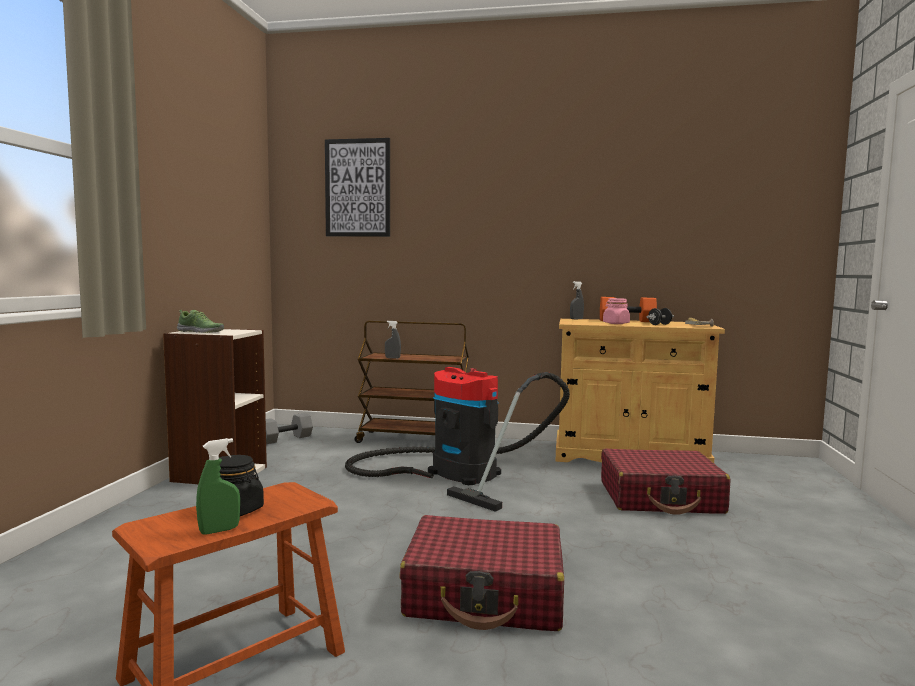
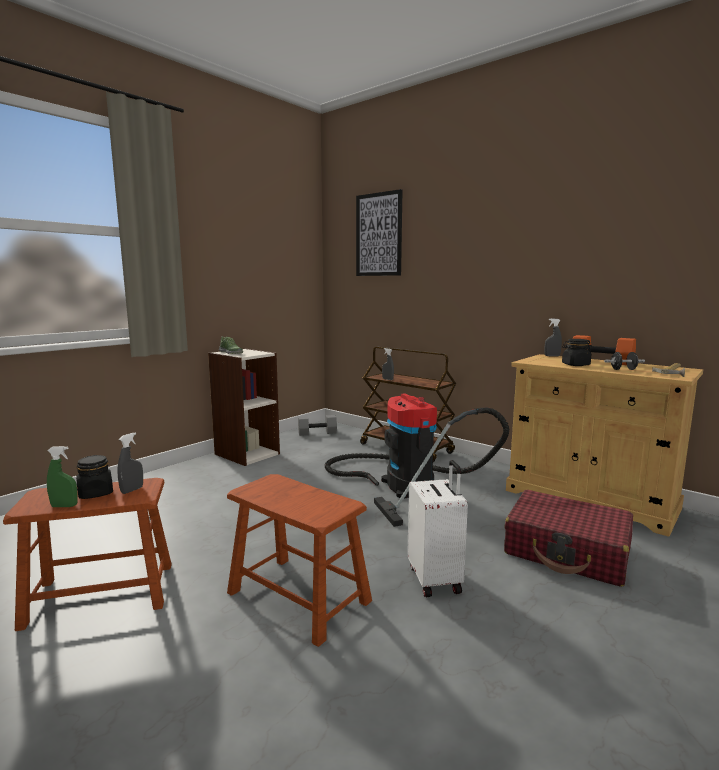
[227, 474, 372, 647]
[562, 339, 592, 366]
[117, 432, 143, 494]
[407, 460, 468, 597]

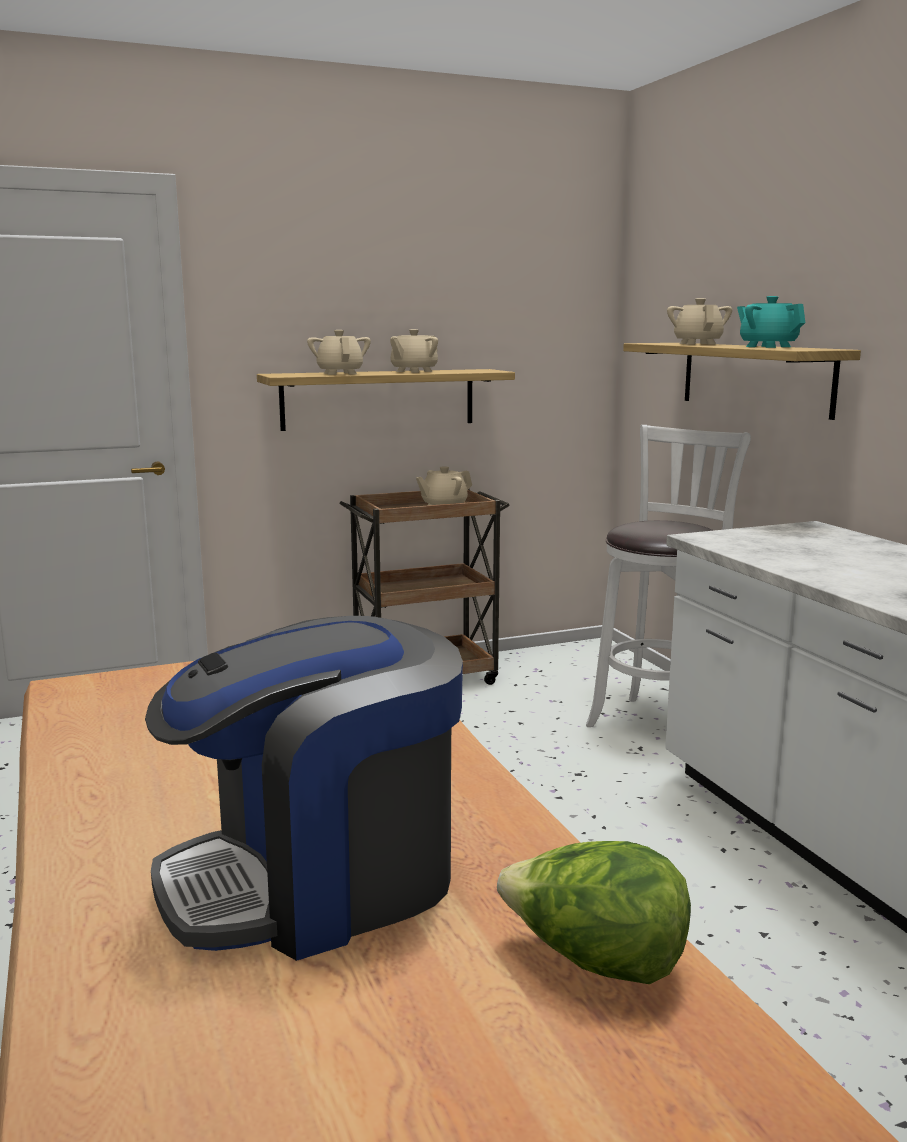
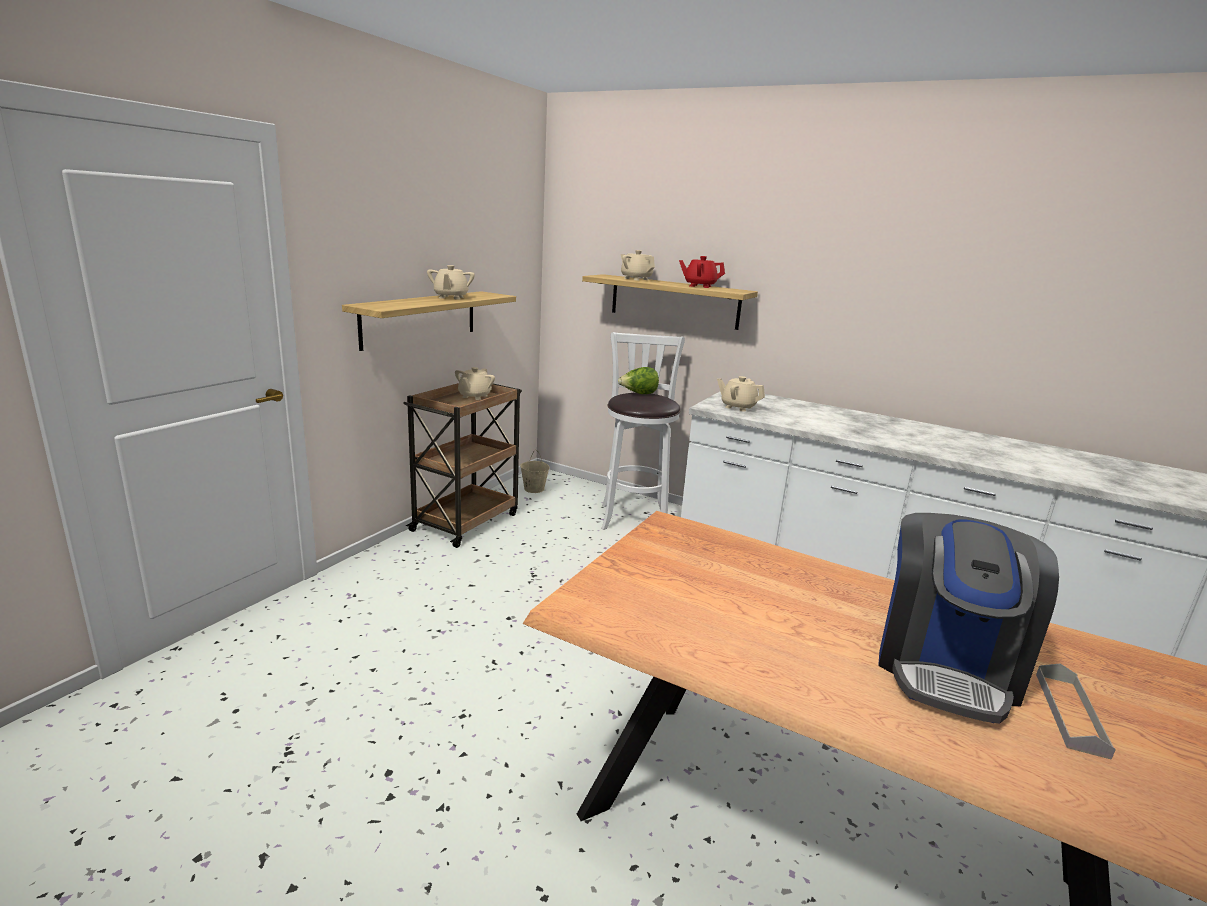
[717, 376, 765, 412]
[618, 367, 659, 394]
[679, 256, 725, 288]
[520, 450, 550, 493]
[1036, 664, 1116, 760]

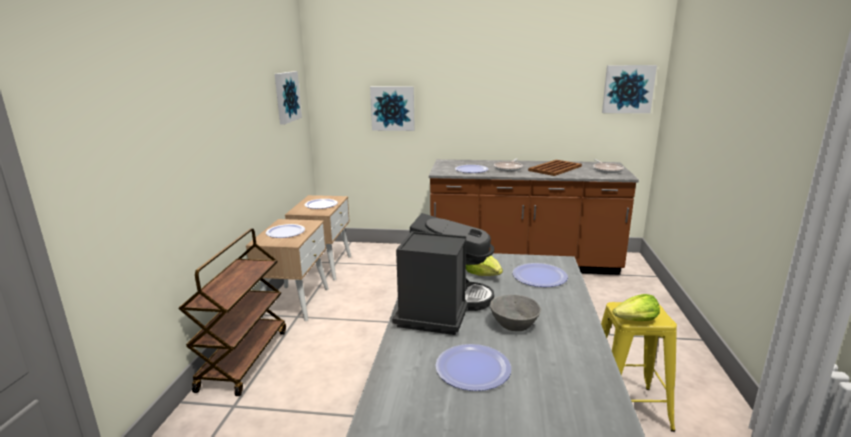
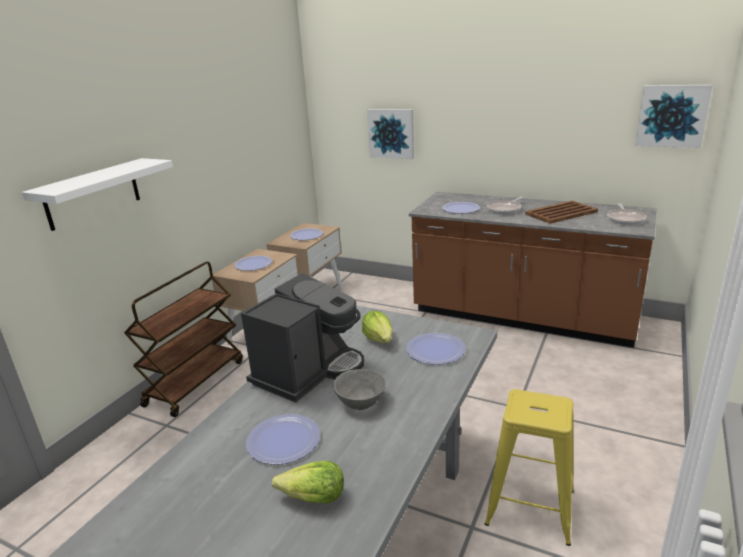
[275, 71, 302, 125] (first image)
[272, 461, 344, 504]
[22, 158, 173, 231]

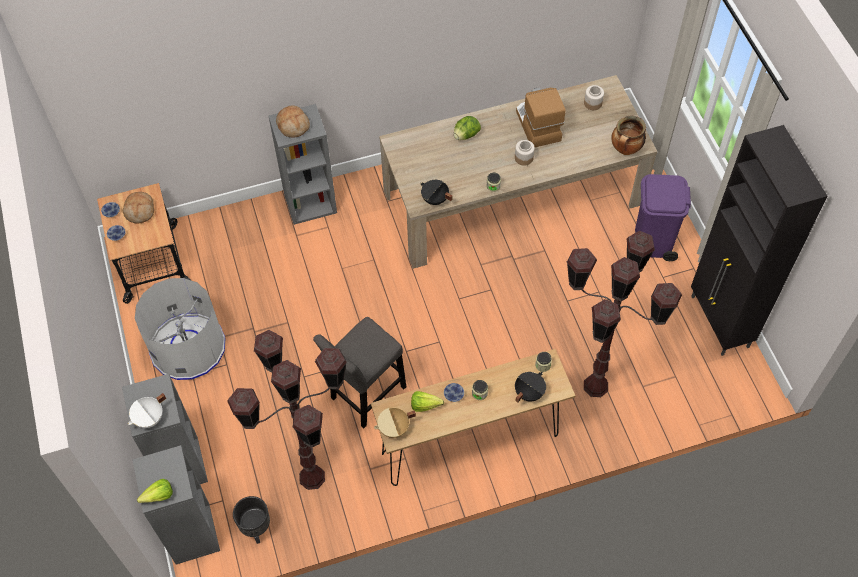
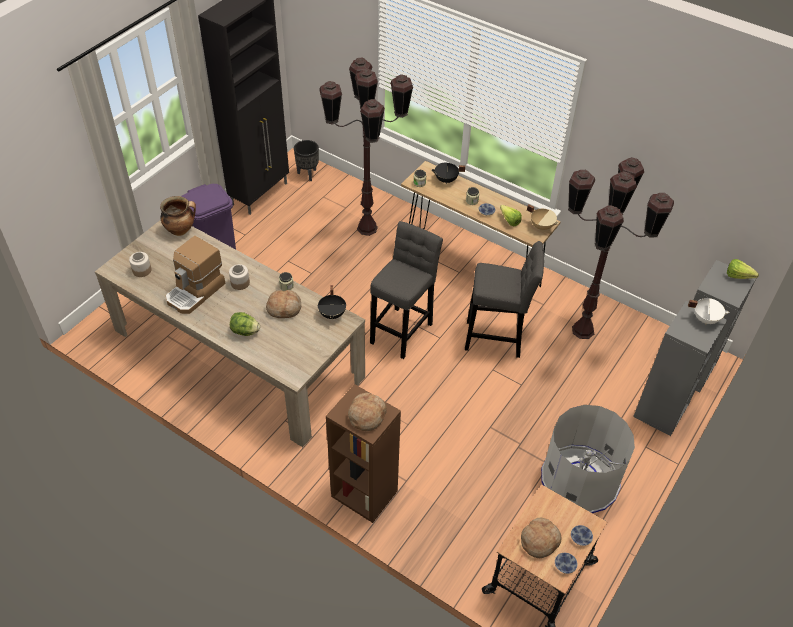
[294, 140, 319, 181]
[326, 384, 401, 523]
[266, 290, 301, 318]
[370, 221, 443, 359]

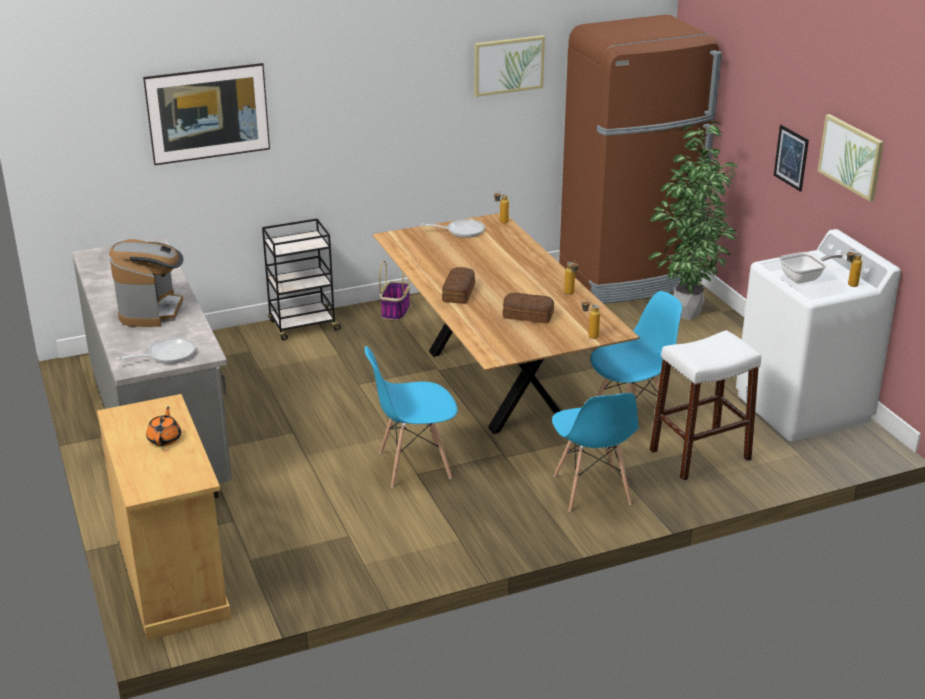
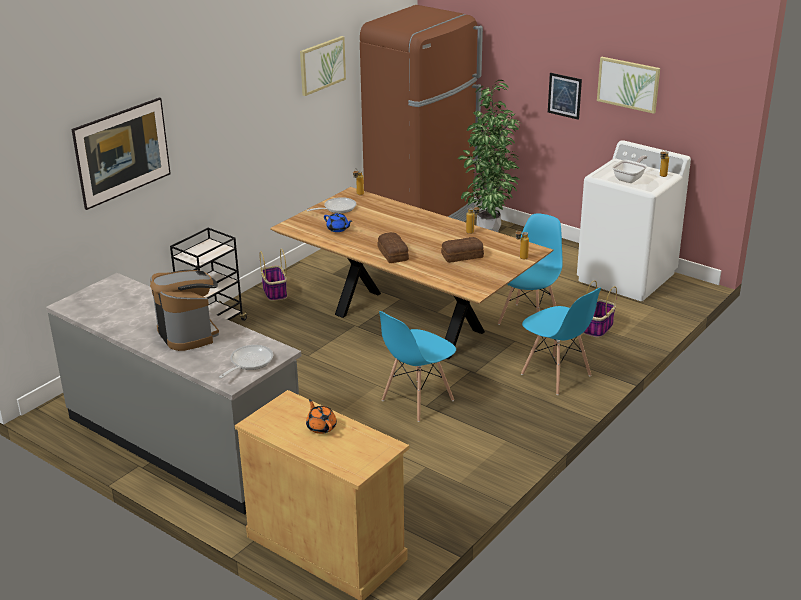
[583, 280, 617, 338]
[324, 213, 352, 232]

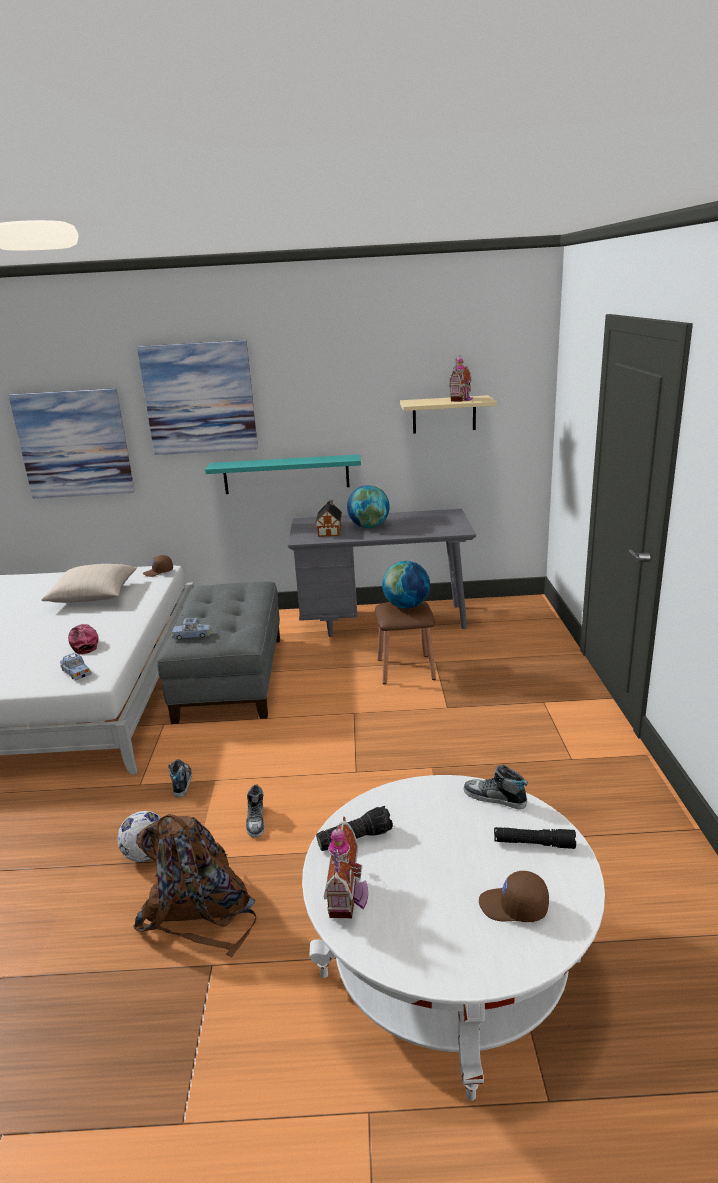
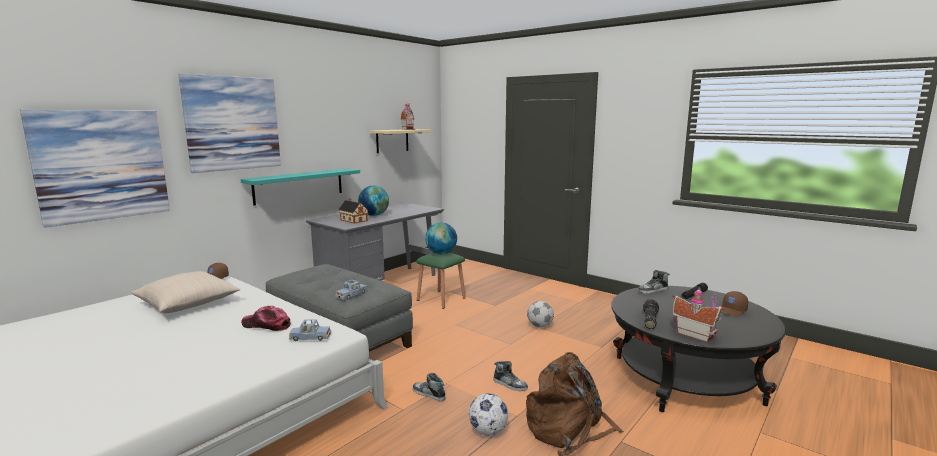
[611, 286, 786, 412]
[416, 253, 466, 309]
[527, 301, 554, 328]

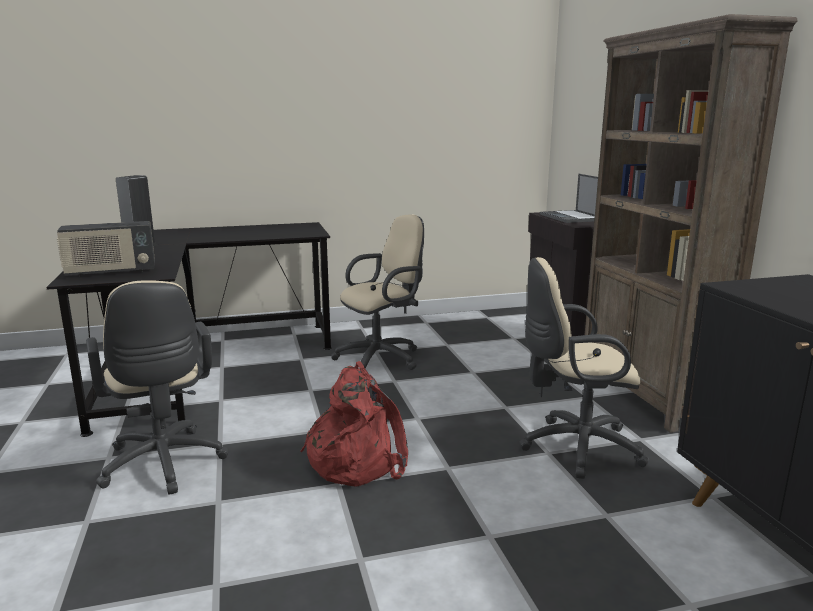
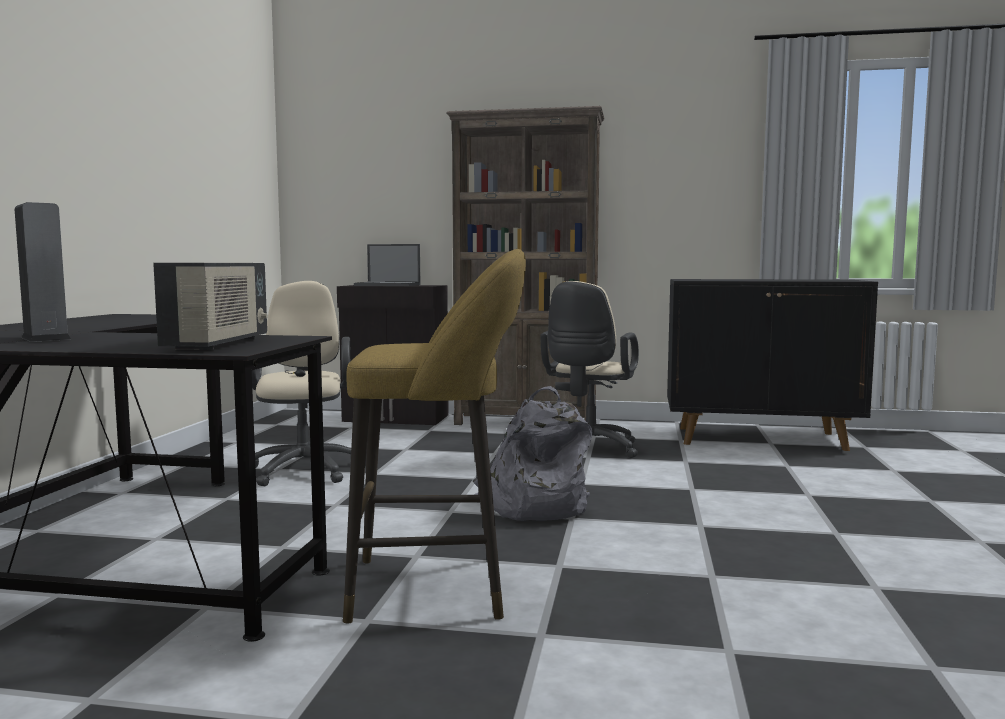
[343, 249, 526, 623]
[473, 386, 592, 521]

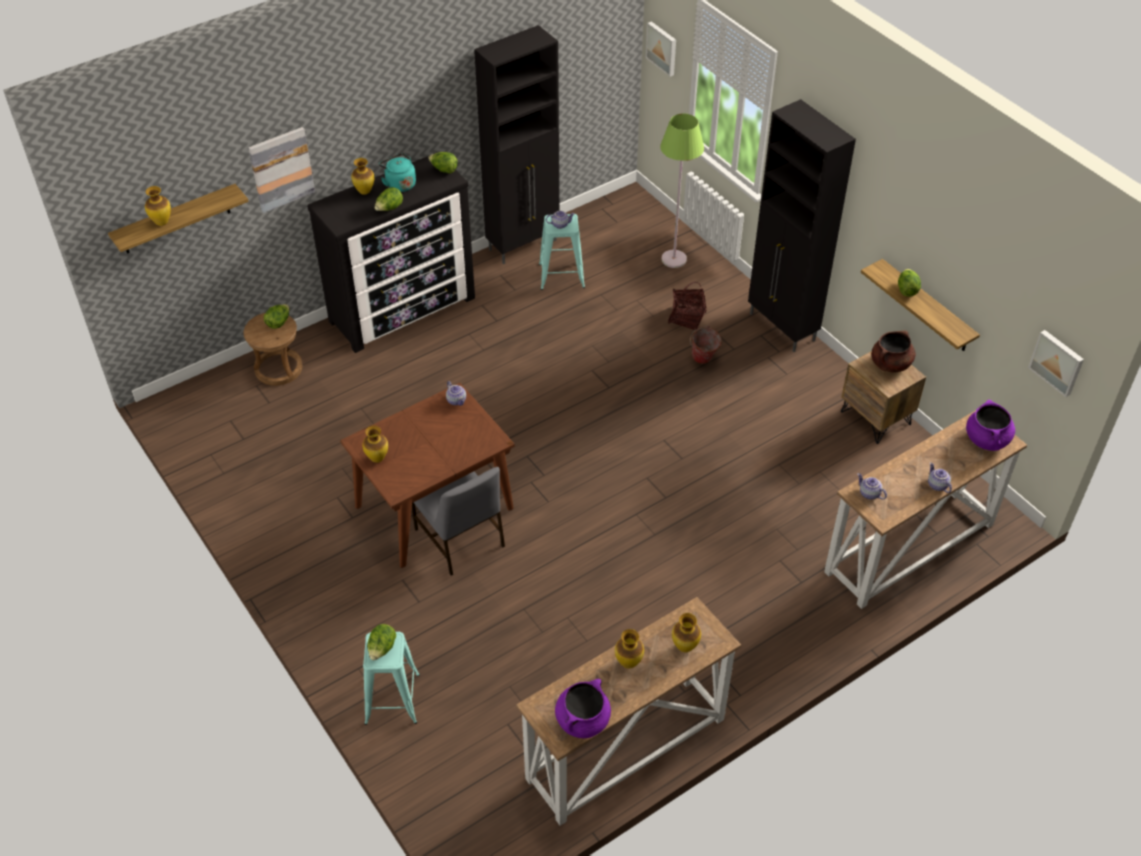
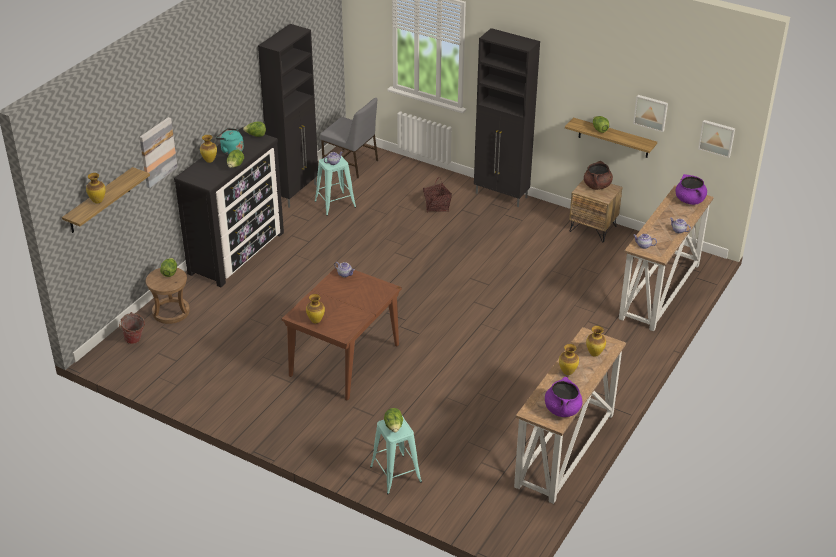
[320, 98, 378, 178]
[633, 95, 668, 132]
[660, 114, 704, 268] (first image)
[119, 312, 145, 344]

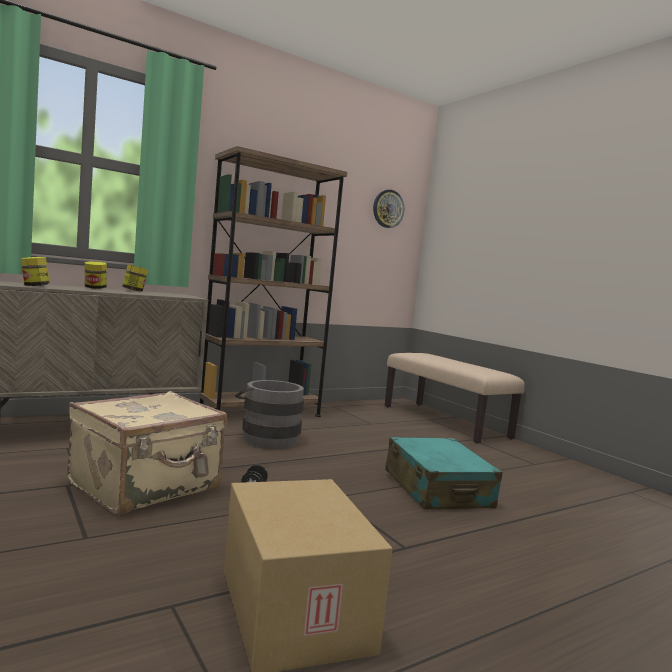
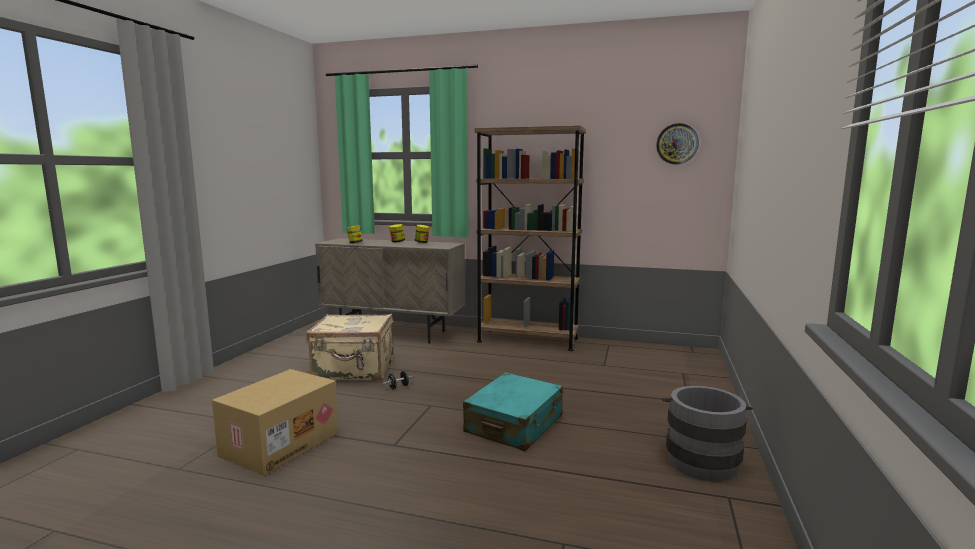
[662, 386, 752, 481]
[385, 353, 525, 444] (first image)

